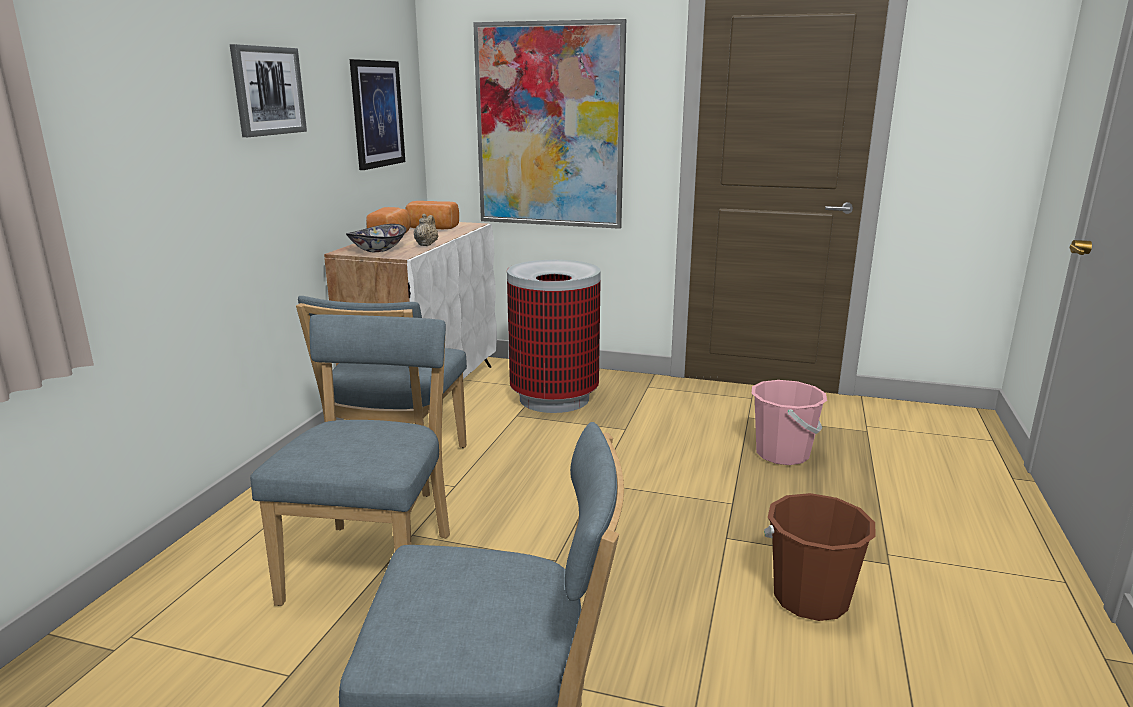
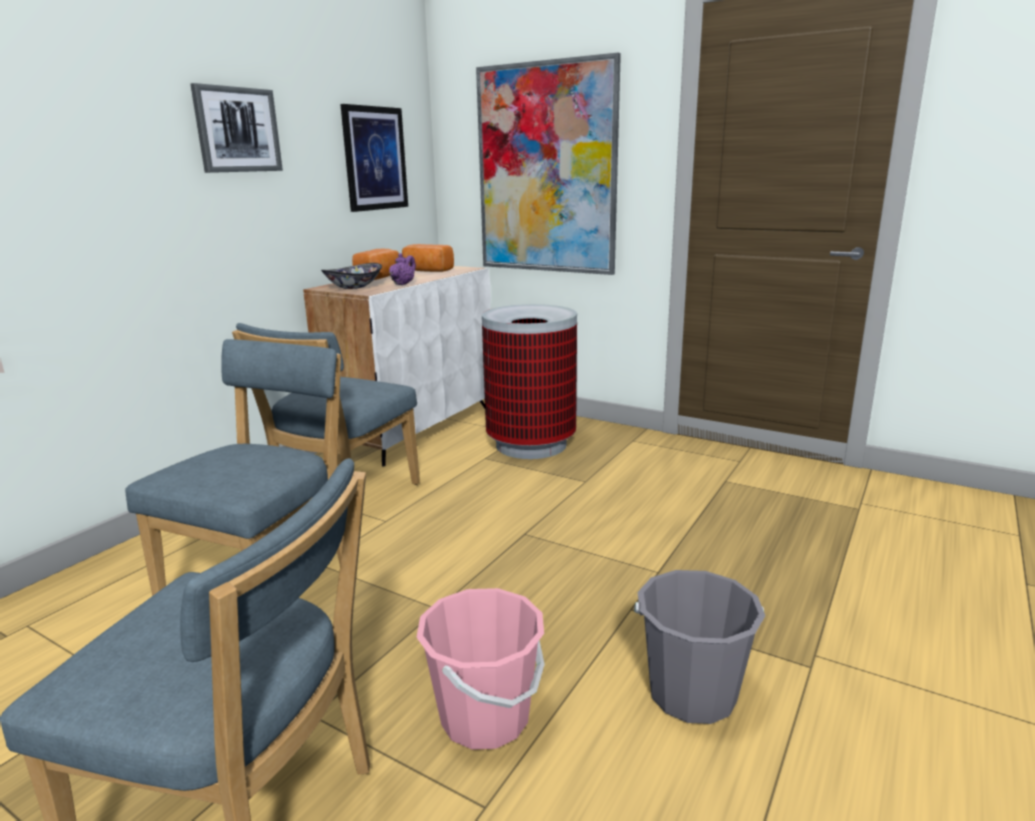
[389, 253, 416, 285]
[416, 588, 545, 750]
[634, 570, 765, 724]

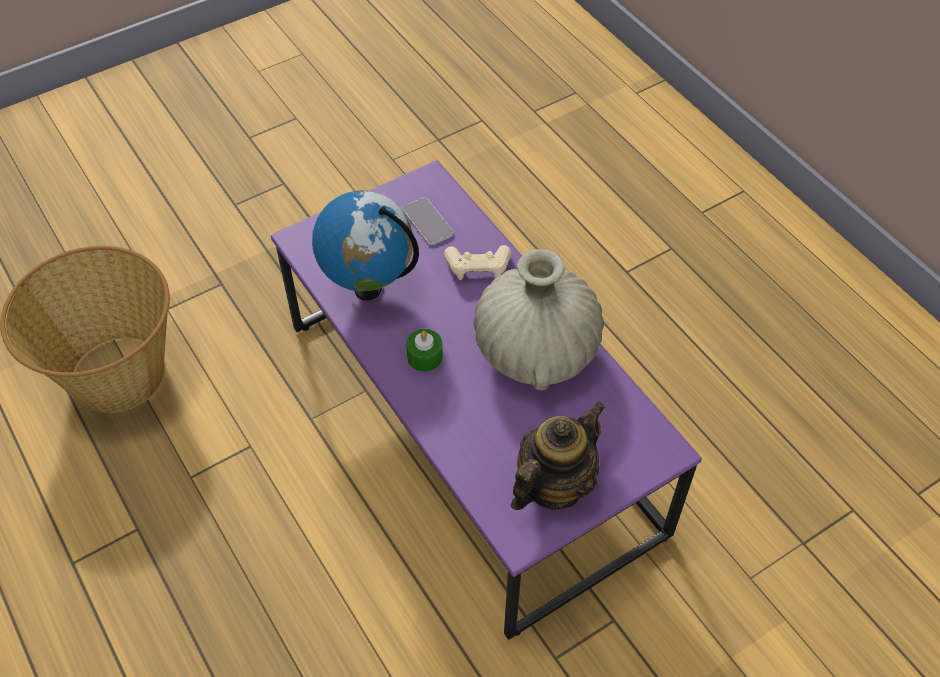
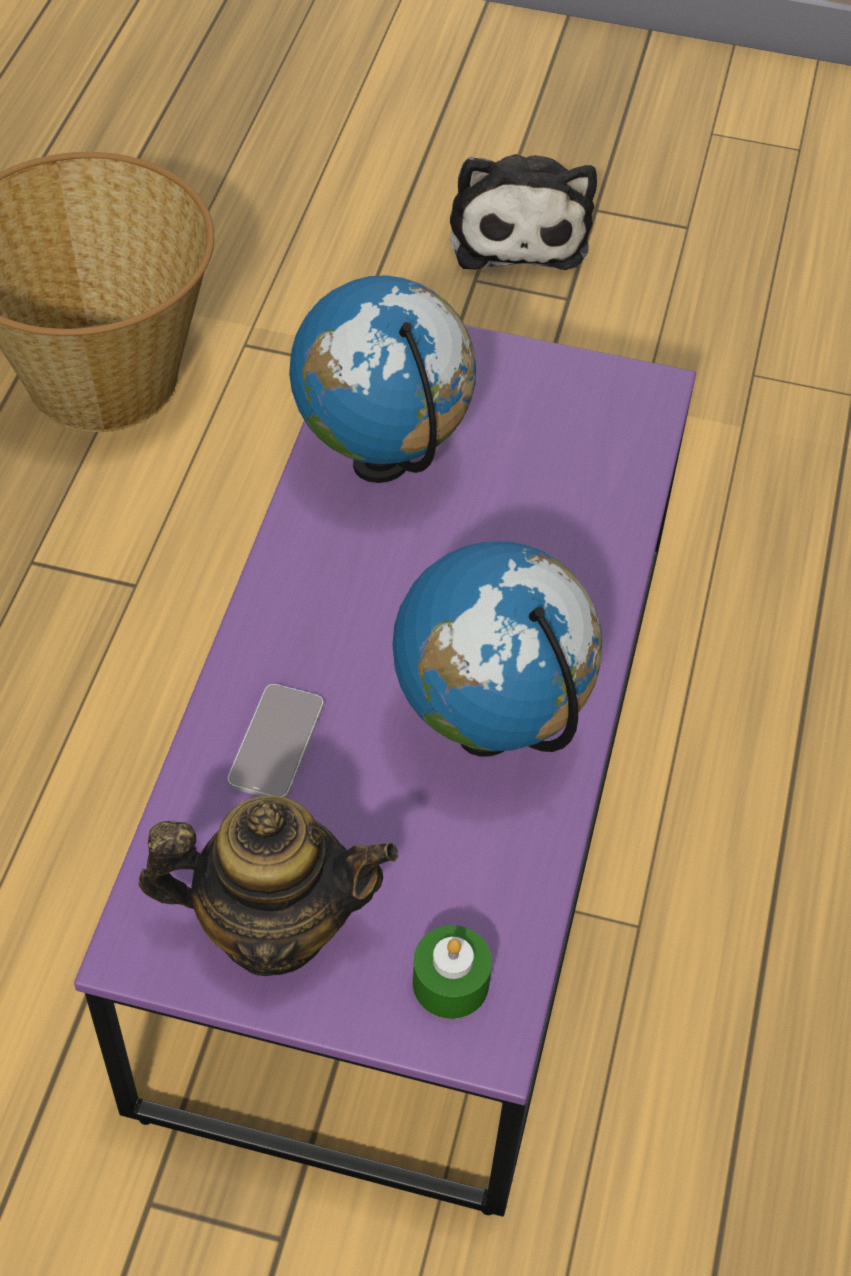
[228, 684, 323, 798]
[413, 925, 492, 1019]
[444, 245, 511, 280] (first image)
[392, 542, 603, 756]
[450, 154, 597, 270]

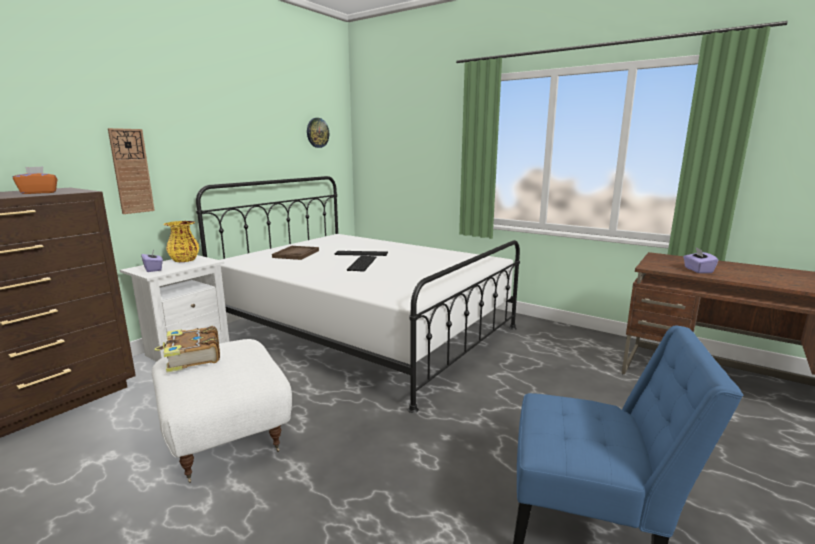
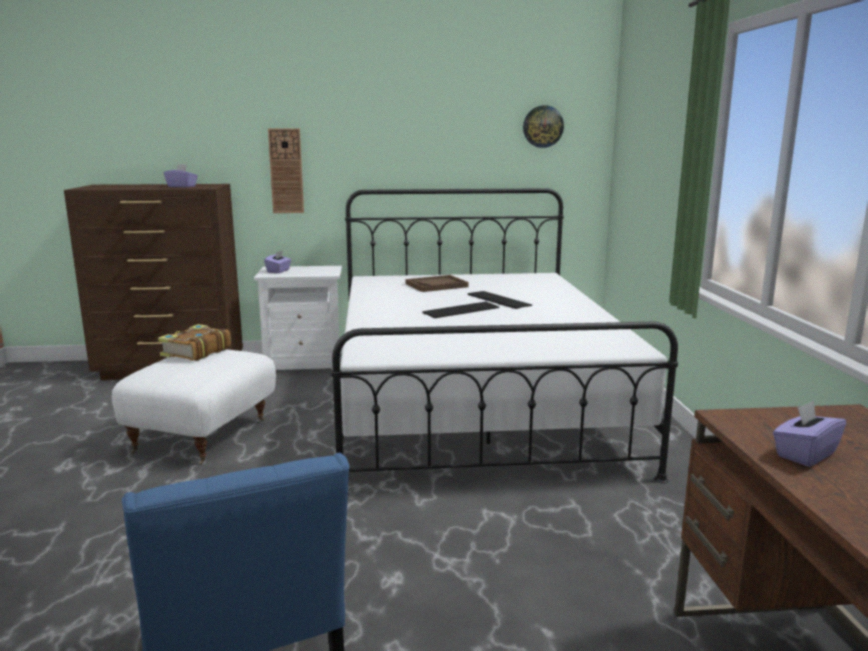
[164, 164, 198, 188]
[163, 221, 199, 262] (first image)

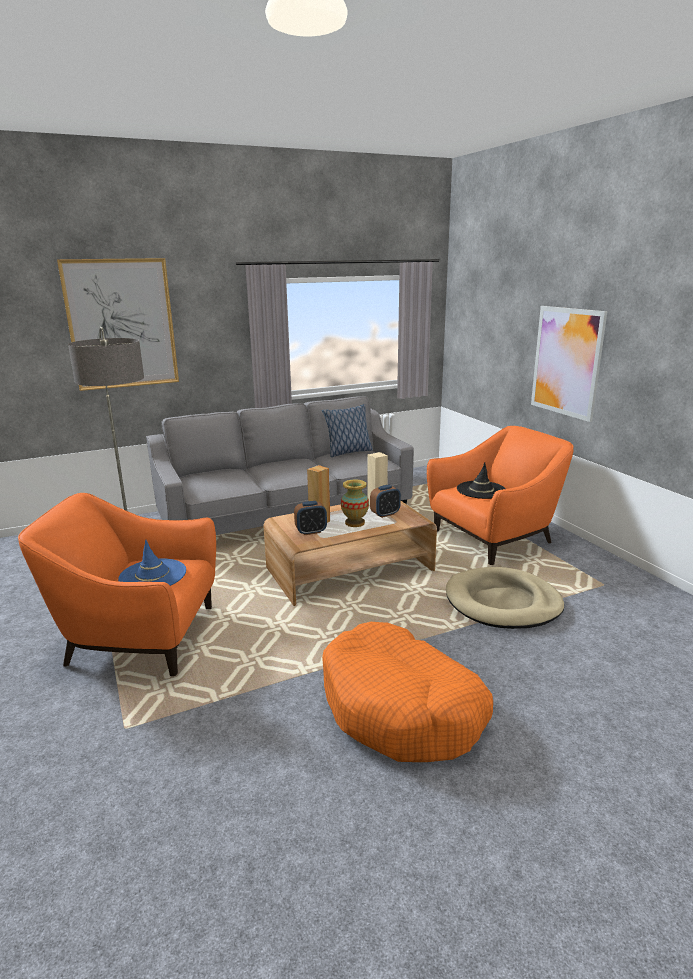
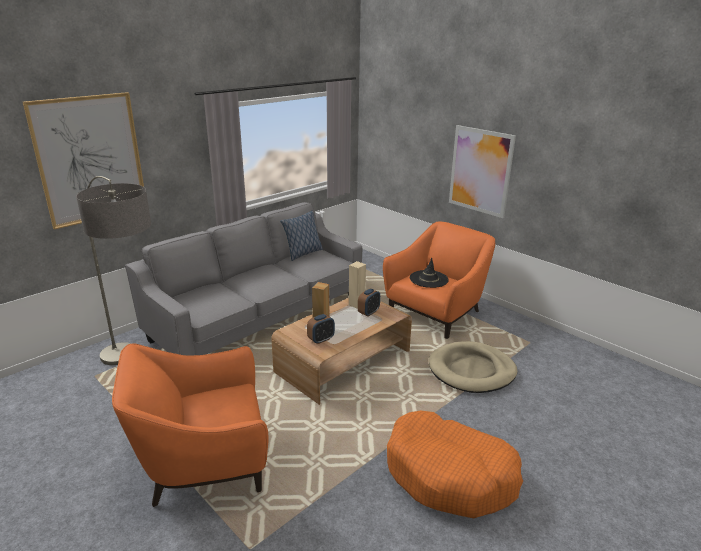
[118, 540, 186, 586] (first image)
[341, 480, 369, 527] (first image)

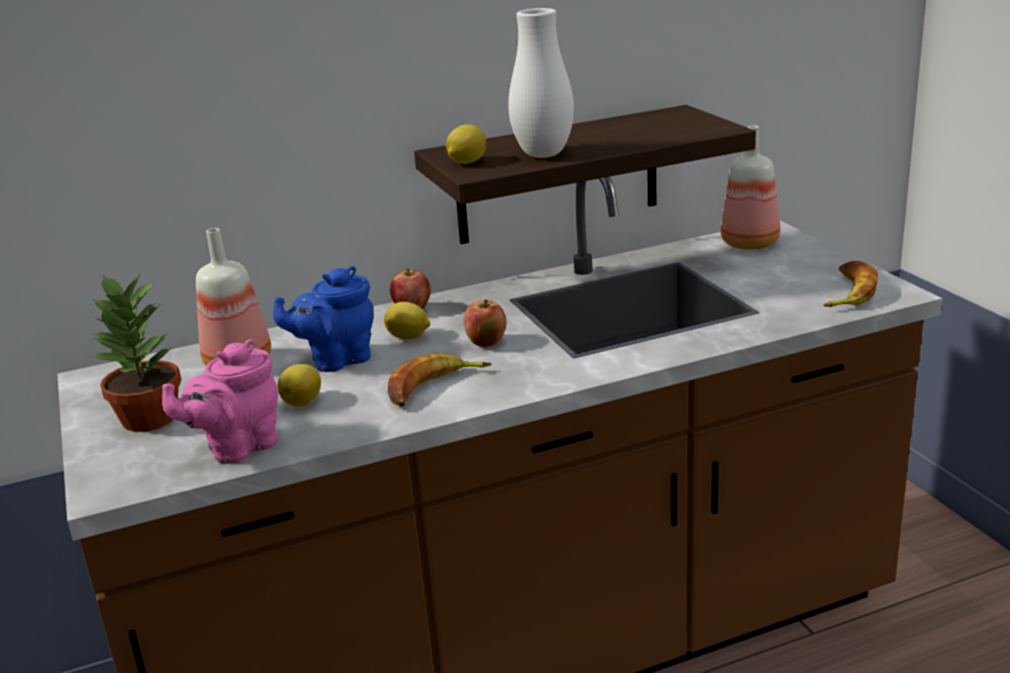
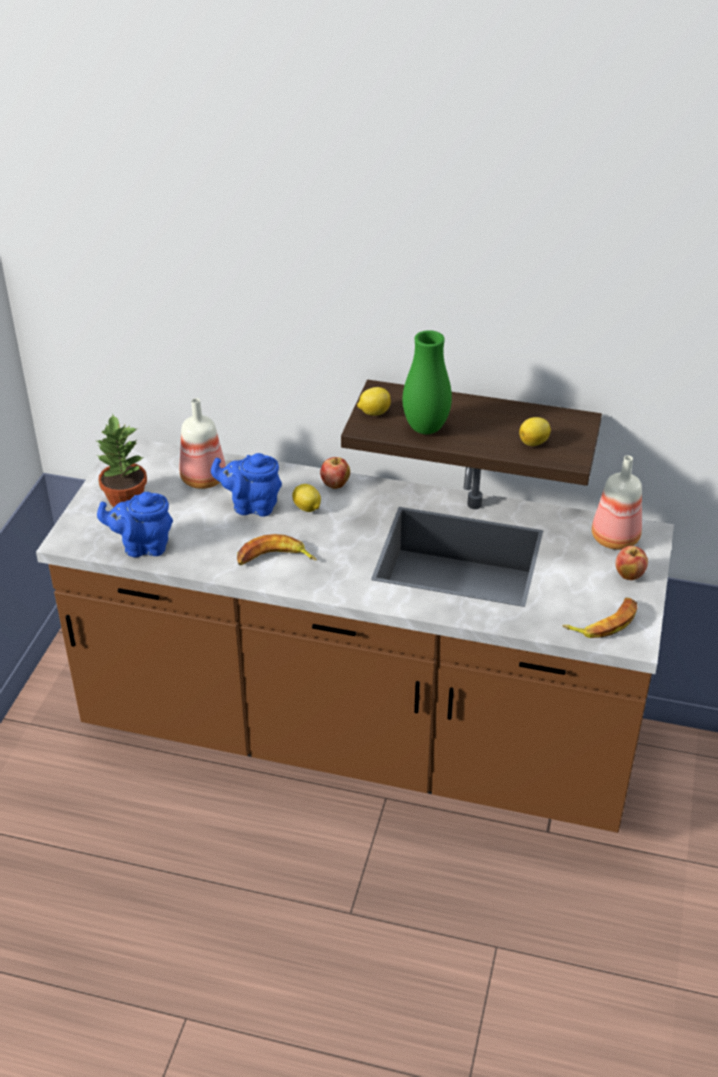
[97, 492, 173, 557]
[519, 417, 551, 446]
[615, 546, 648, 580]
[403, 330, 452, 434]

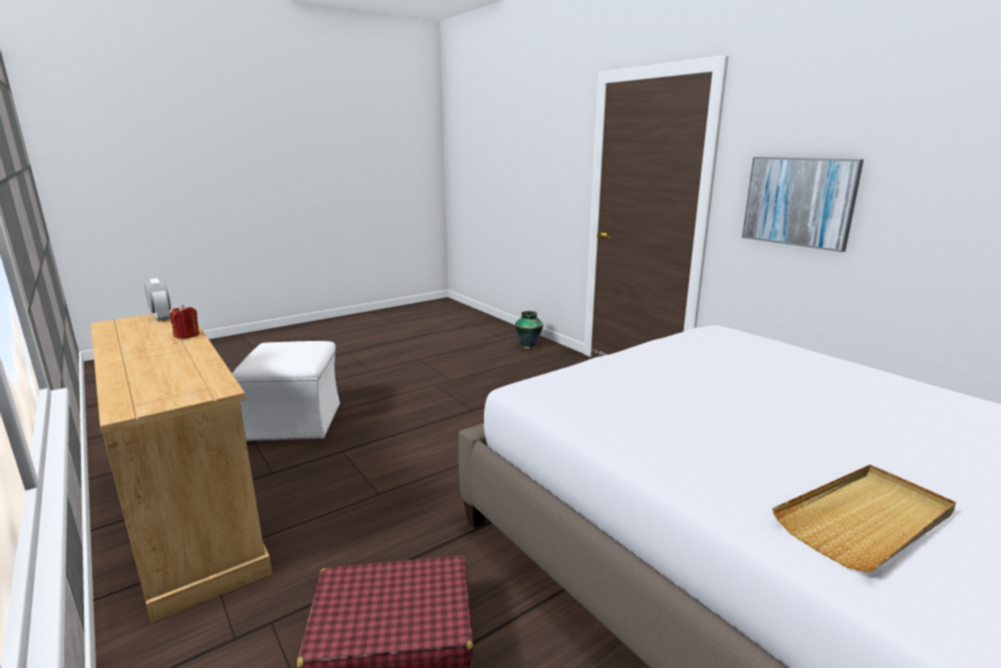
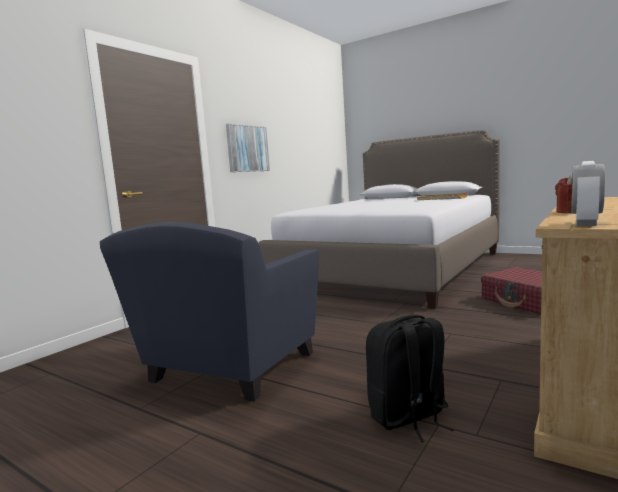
[366, 315, 454, 443]
[515, 311, 543, 349] (first image)
[100, 222, 319, 401]

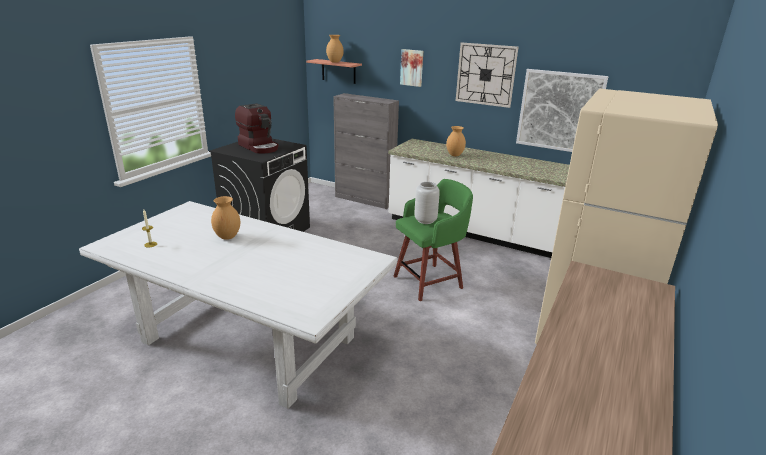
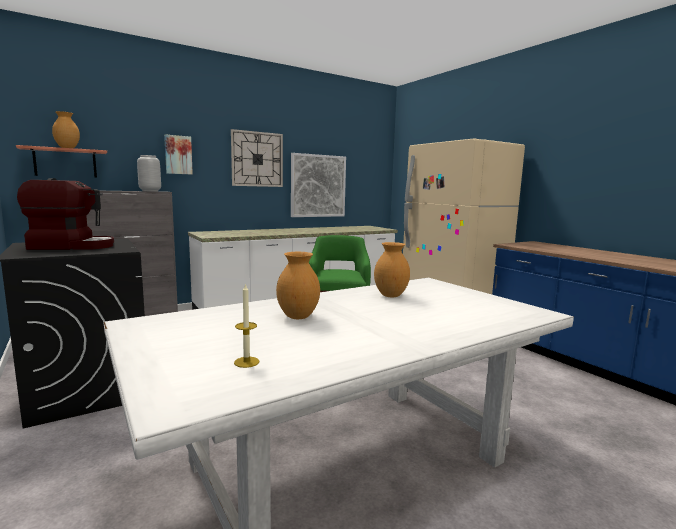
[137, 155, 161, 191]
[374, 242, 410, 297]

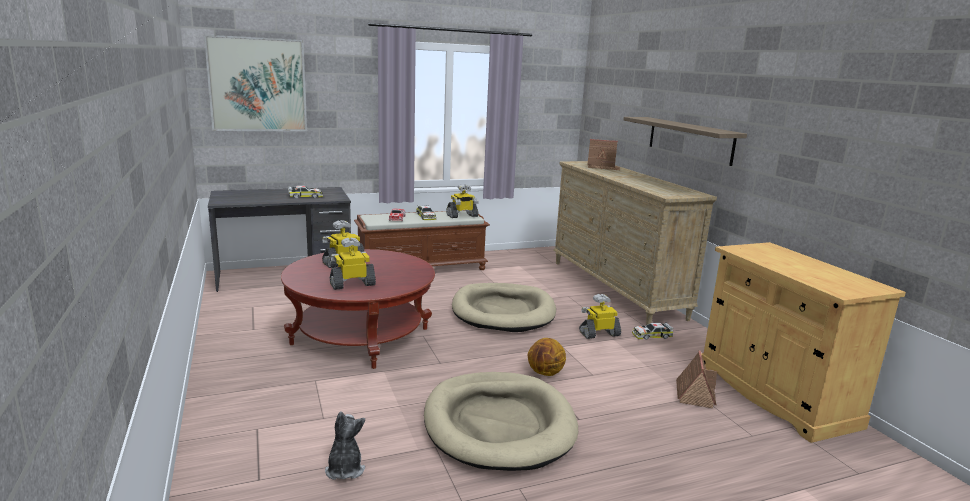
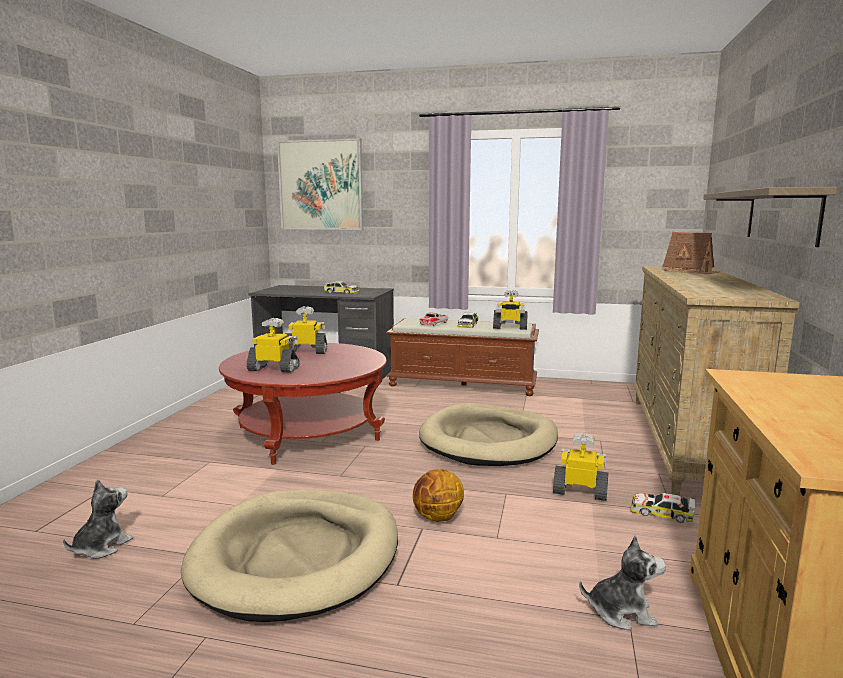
[579, 535, 666, 630]

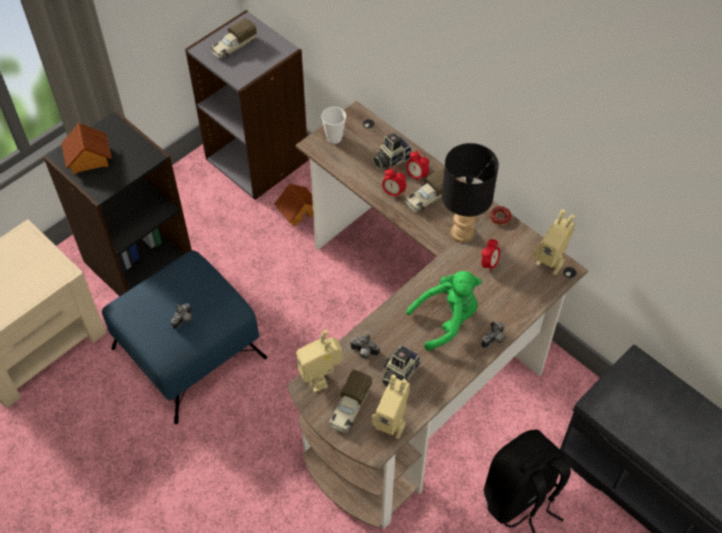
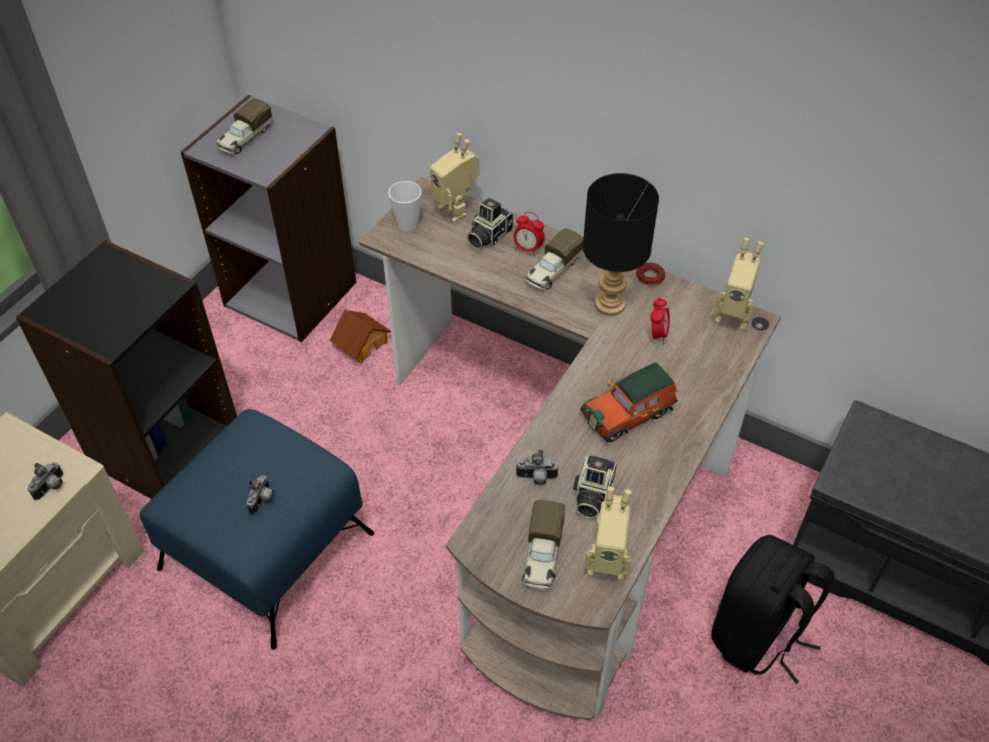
[61, 123, 112, 174] (first image)
[430, 133, 480, 222]
[382, 167, 406, 198] (first image)
[580, 362, 679, 442]
[27, 462, 63, 500]

